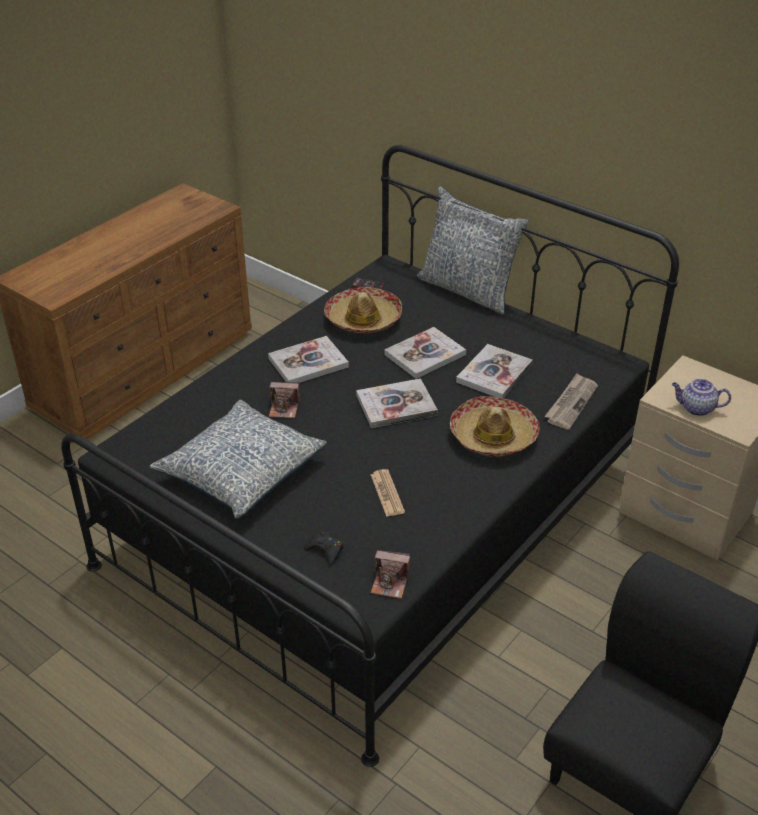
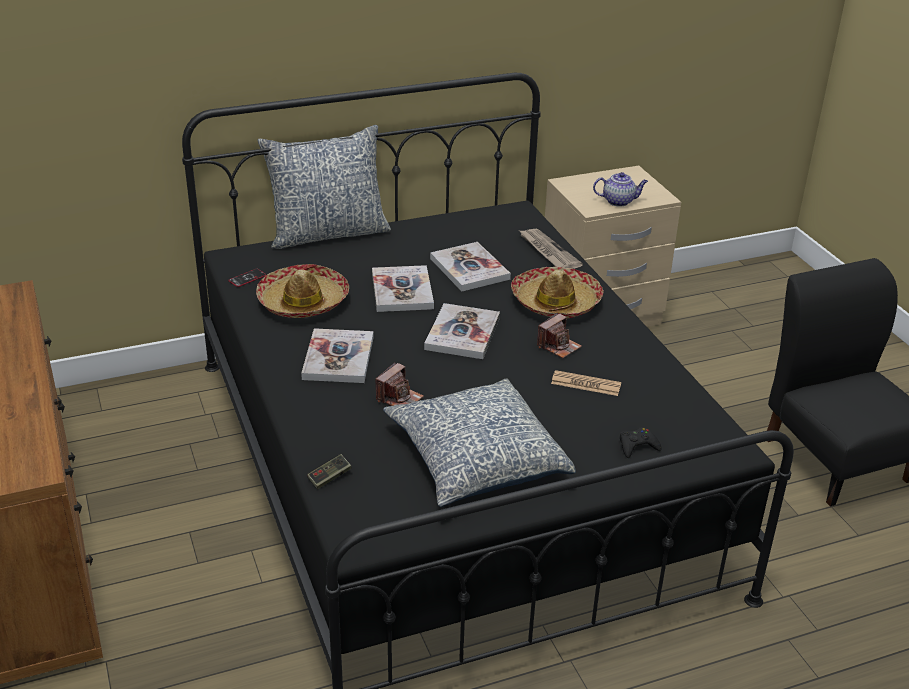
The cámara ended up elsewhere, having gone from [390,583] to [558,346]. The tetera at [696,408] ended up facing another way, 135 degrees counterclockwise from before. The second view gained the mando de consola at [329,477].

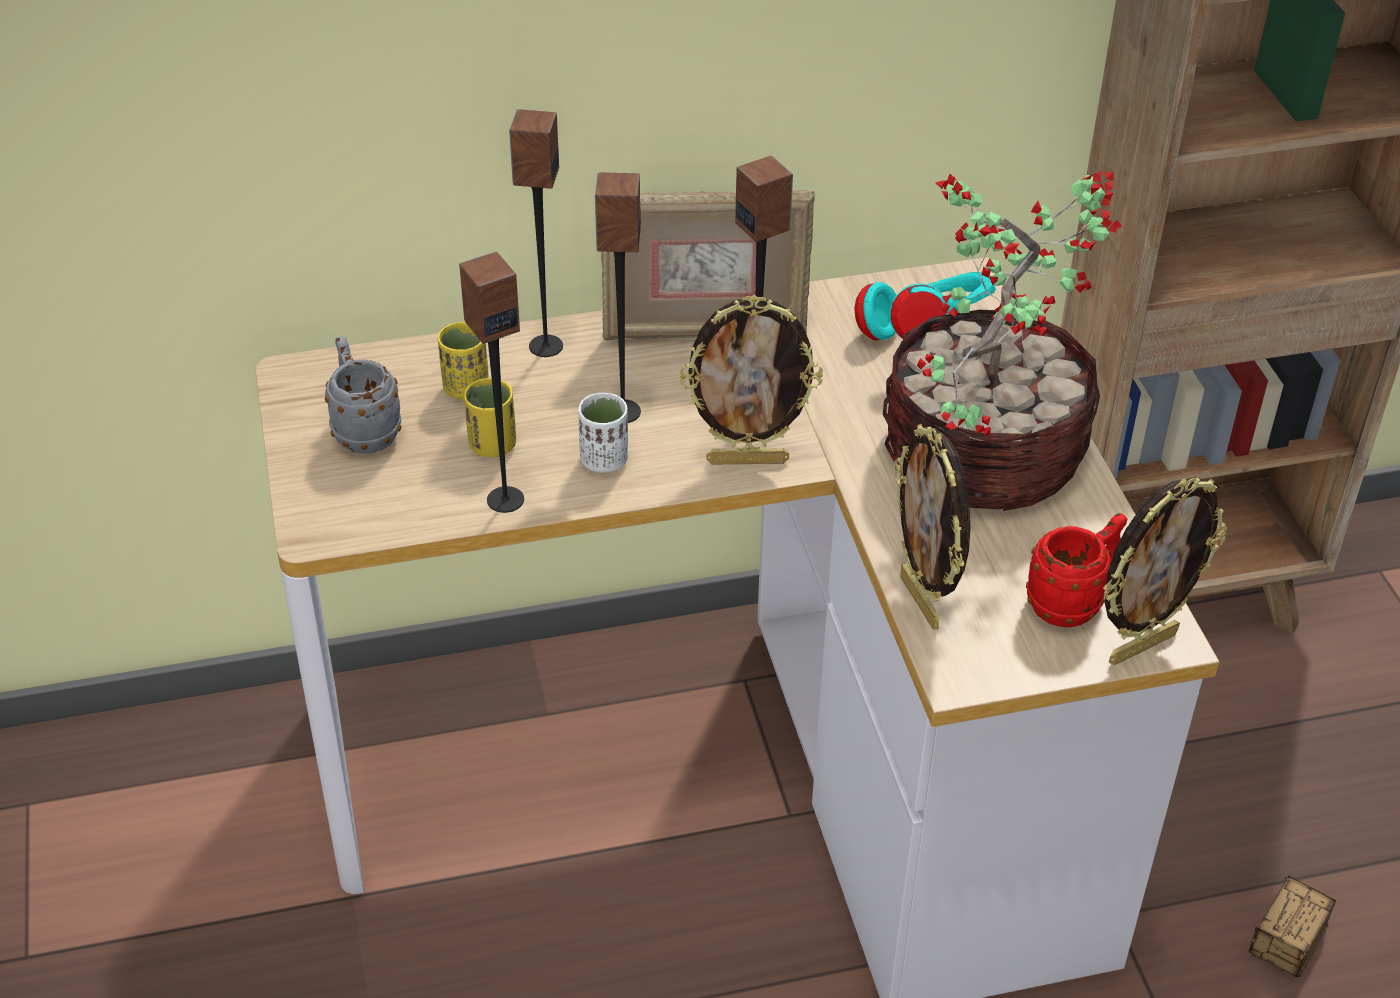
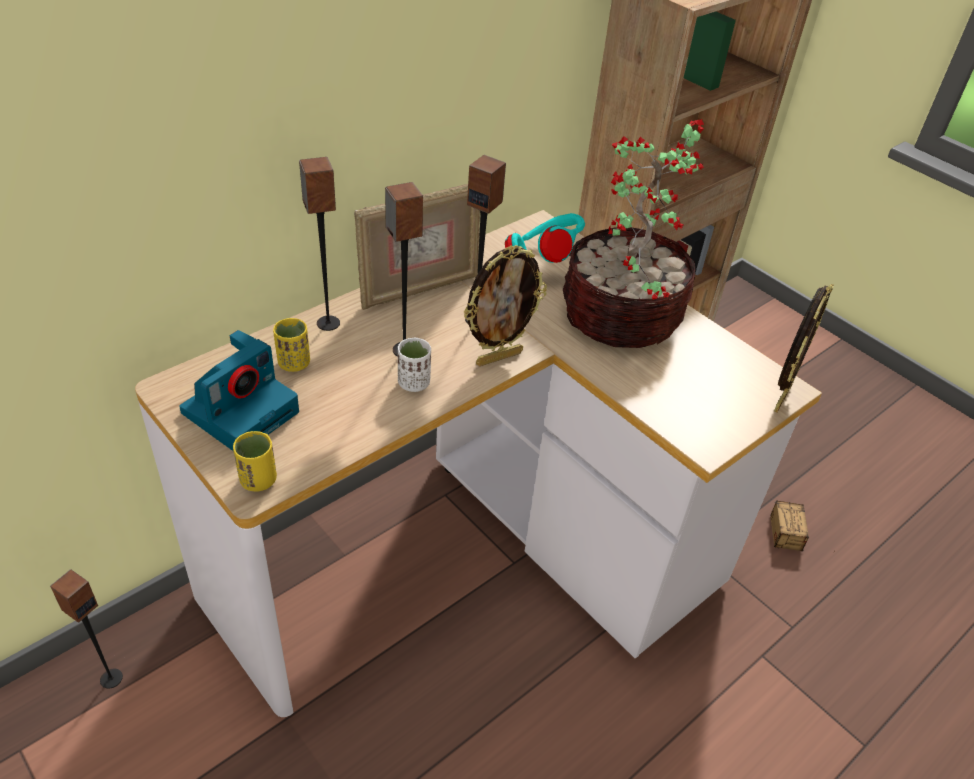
Where the taza grande/gris stood at [363,430], the cámara came to stand at [241,410]. The altavoz ended up elsewhere, having gone from [505,499] to [111,678]. The taza/amarillo ended up elsewhere, having gone from [492,445] to [258,480]. The second view lost the portarretratos at [922,601]. The second view lost the taza grande/rojo at [1072,602].

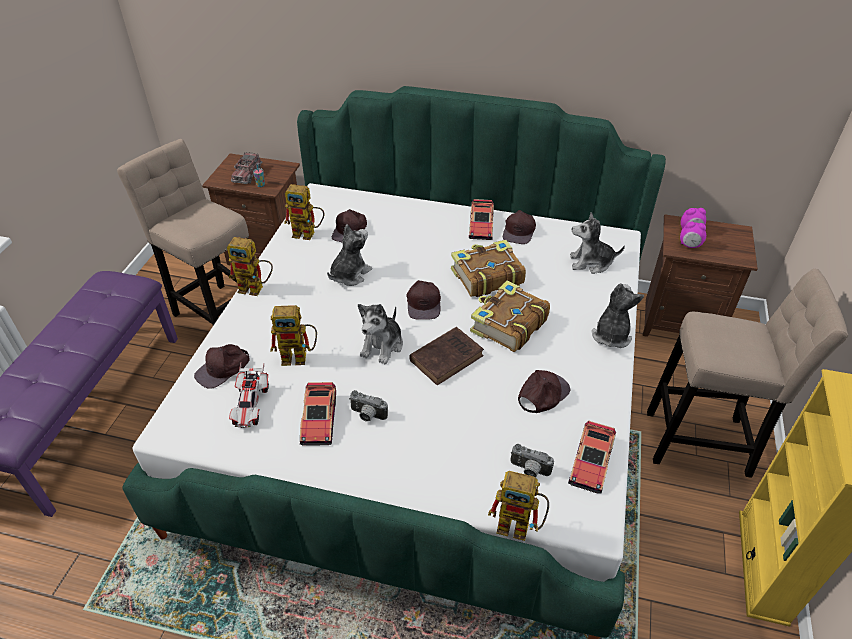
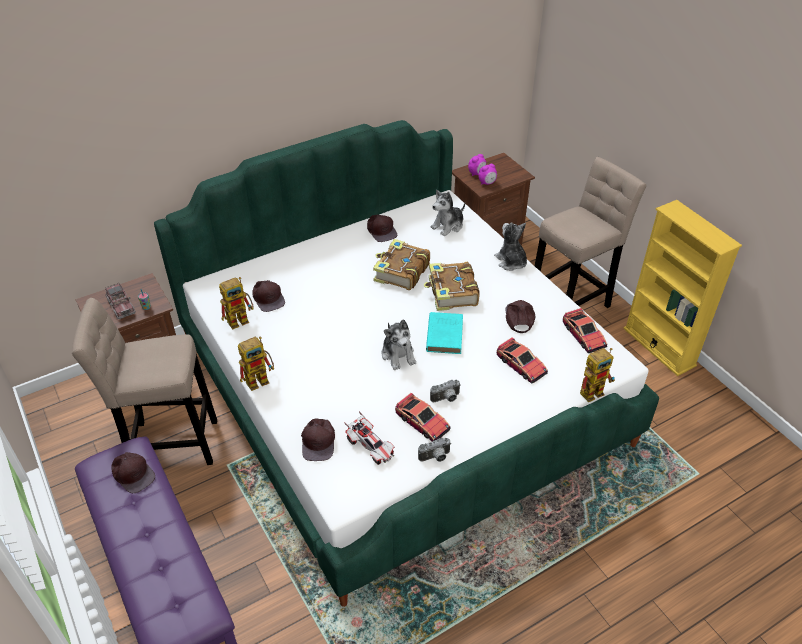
The second view lost the robot de juguete at [300,356]. The second view lost the peluche at [349,274]. The gorra/marrón ended up elsewhere, having gone from [424,303] to [133,473]. What was the libro/marrón at [448,357] turned into the libro/turquesa at [444,334]. The coche de juguete ended up elsewhere, having gone from [481,225] to [521,365]. The cámara ended up elsewhere, having gone from [529,470] to [435,458].

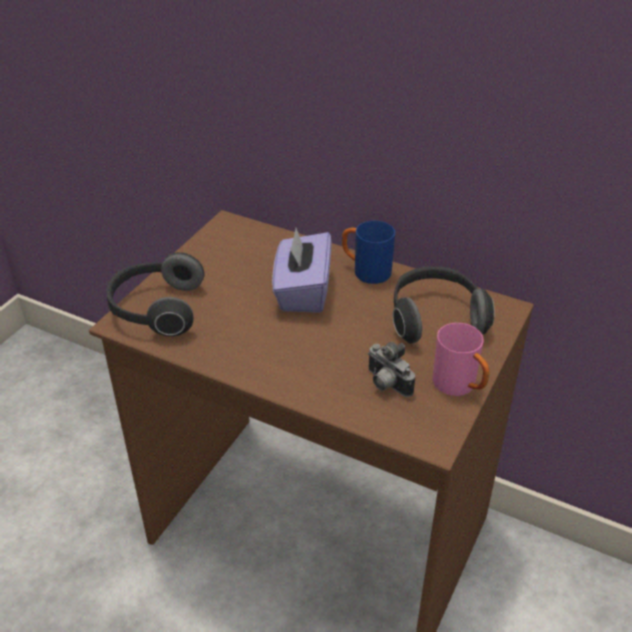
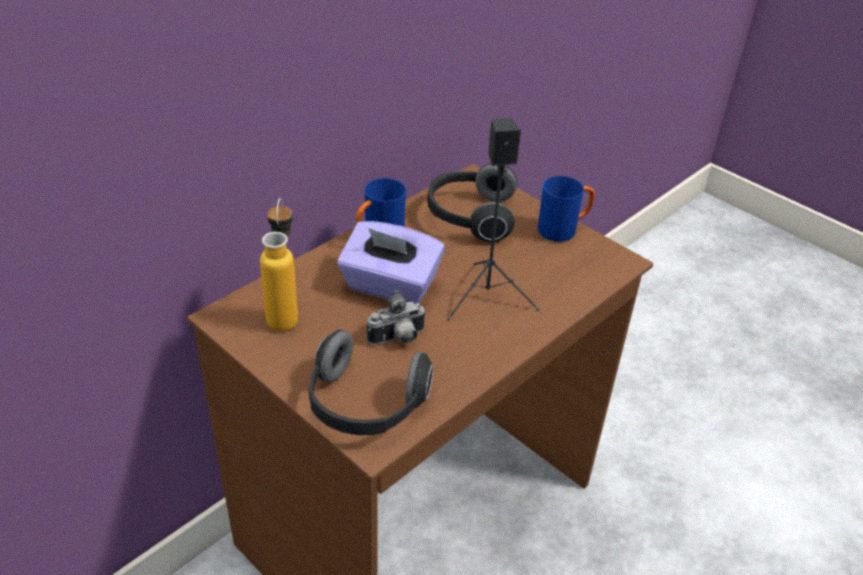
The cámara ended up elsewhere, having gone from [386,384] to [398,339]. What was the taza grande/rosa at [460,387] turned into the taza grande/azul at [563,229]. The second view gained the botella at [284,313]. The second view gained the altavoz/negro at [488,297].

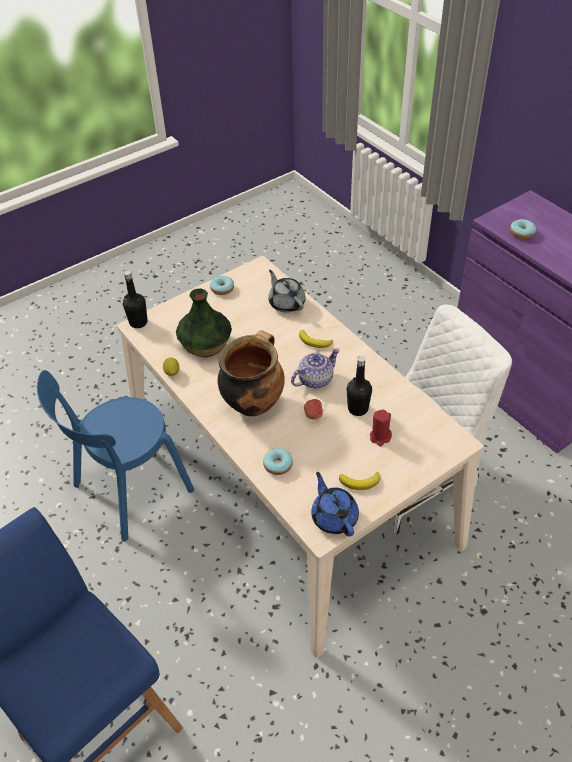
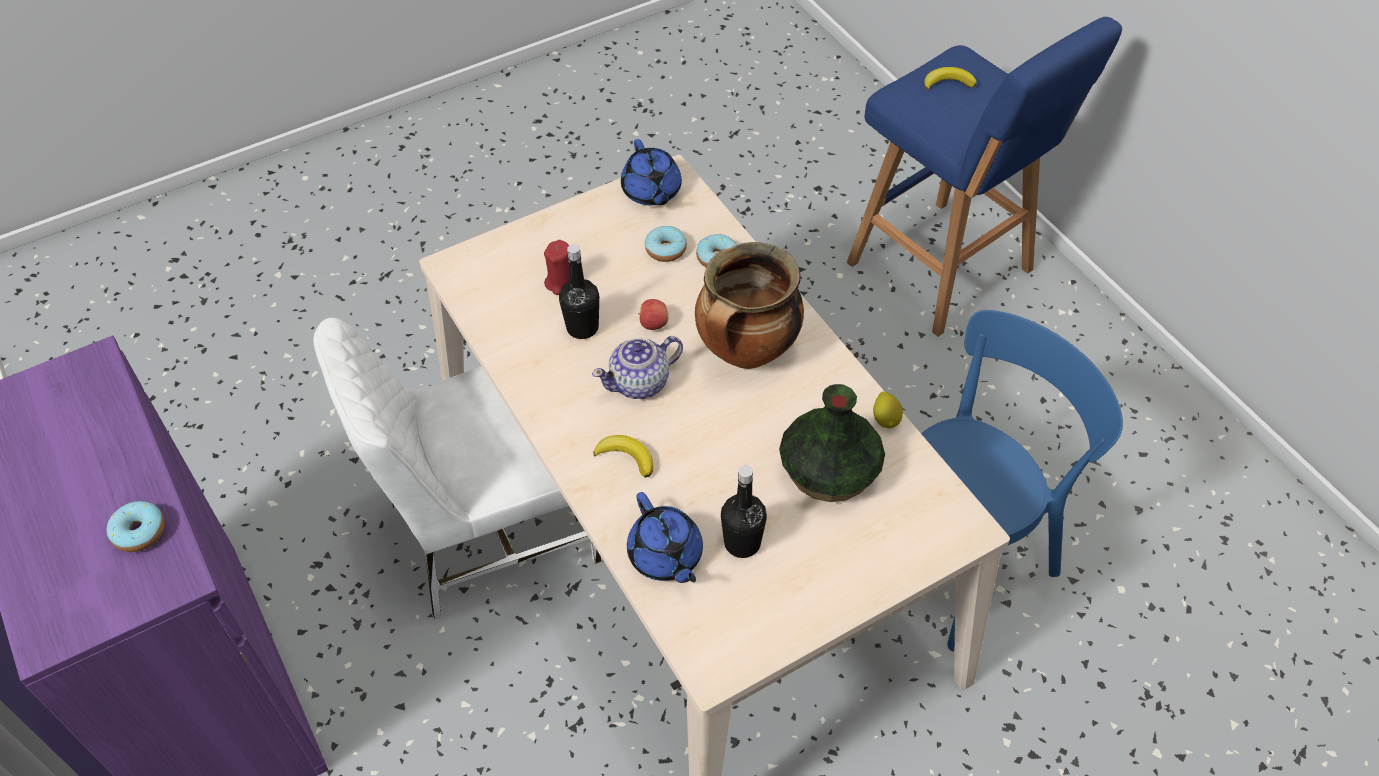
The botella/negro ended up elsewhere, having gone from [138,322] to [742,543]. The rosquilla ended up elsewhere, having gone from [222,289] to [665,249]. What was the tetera/gris at [286,303] turned into the tetera/azul at [665,556]. The plátano ended up elsewhere, having gone from [360,482] to [948,82].

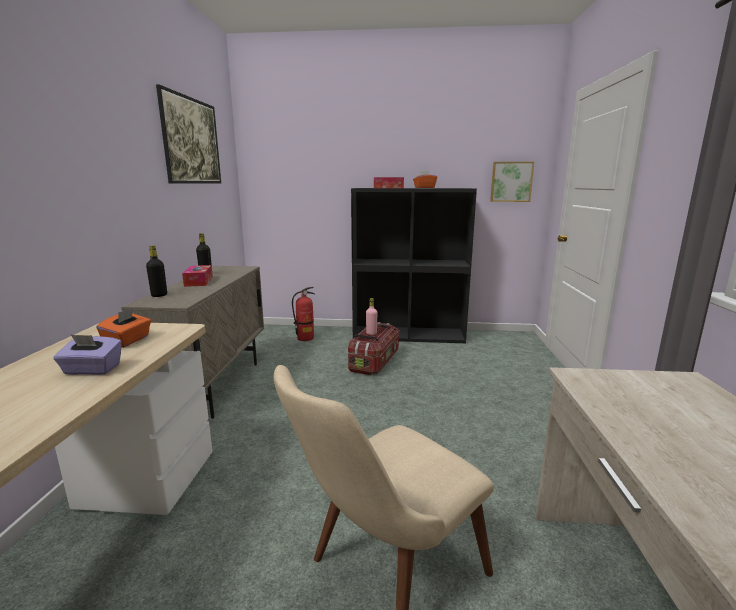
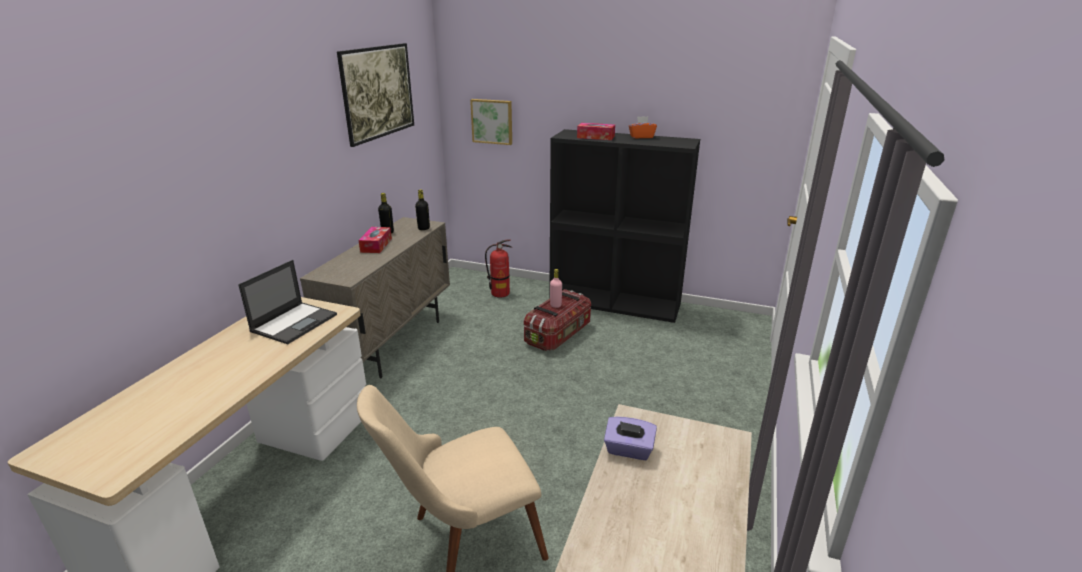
The caja de pañuelos/morado ended up elsewhere, having gone from [92,370] to [628,450]. Where the caja de pañuelos/naranja stood at [128,341], the portátil came to stand at [295,322]. The botella/negro ended up elsewhere, having gone from [159,295] to [423,228]. The cuadro ended up elsewhere, having gone from [511,182] to [492,121].

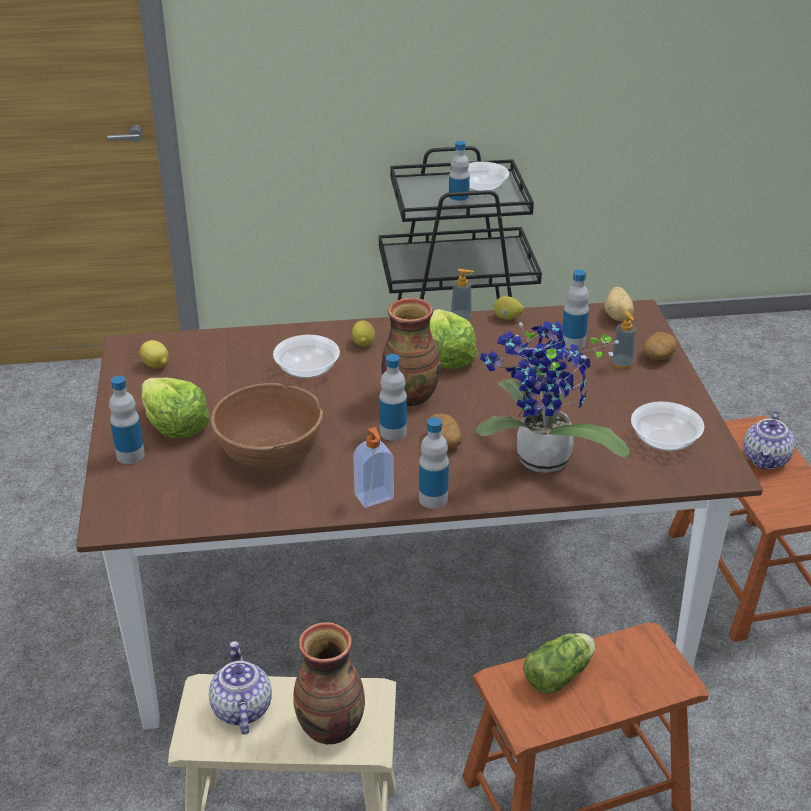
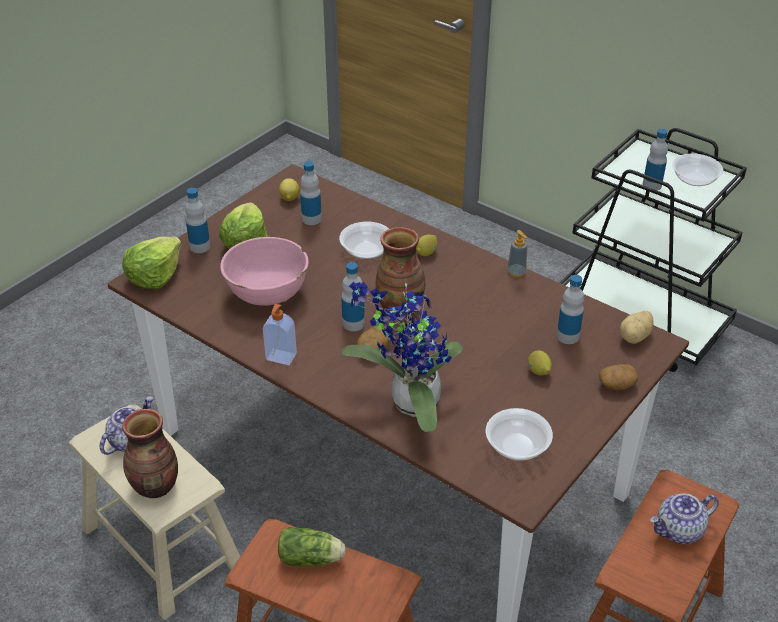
What was the cuenco/marrón at [270,454] turned into the cuenco/rosa at [267,292]. The botella ended up elsewhere, having gone from [433,499] to [311,219]. The lechuga ended up elsewhere, having gone from [446,357] to [154,276]. The limón ended up elsewhere, having gone from [507,318] to [538,371]. The second view lost the dispensador de jabón at [622,364].

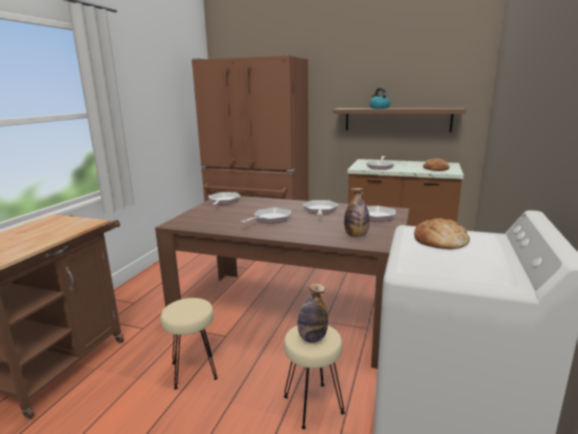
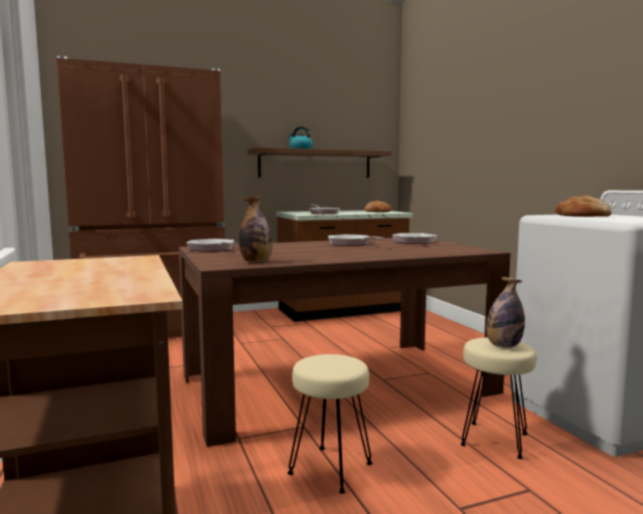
The second view lost the sartén at [270,219]. The botella ended up elsewhere, having gone from [356,236] to [256,262].

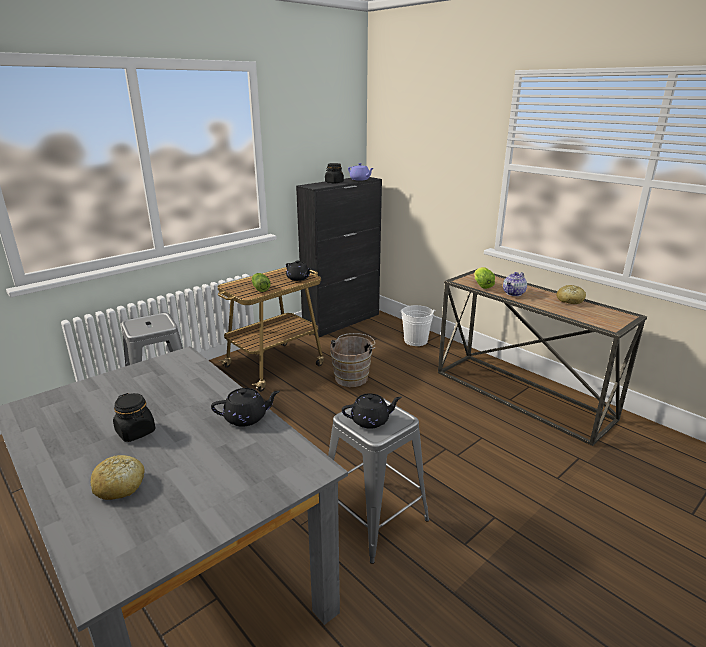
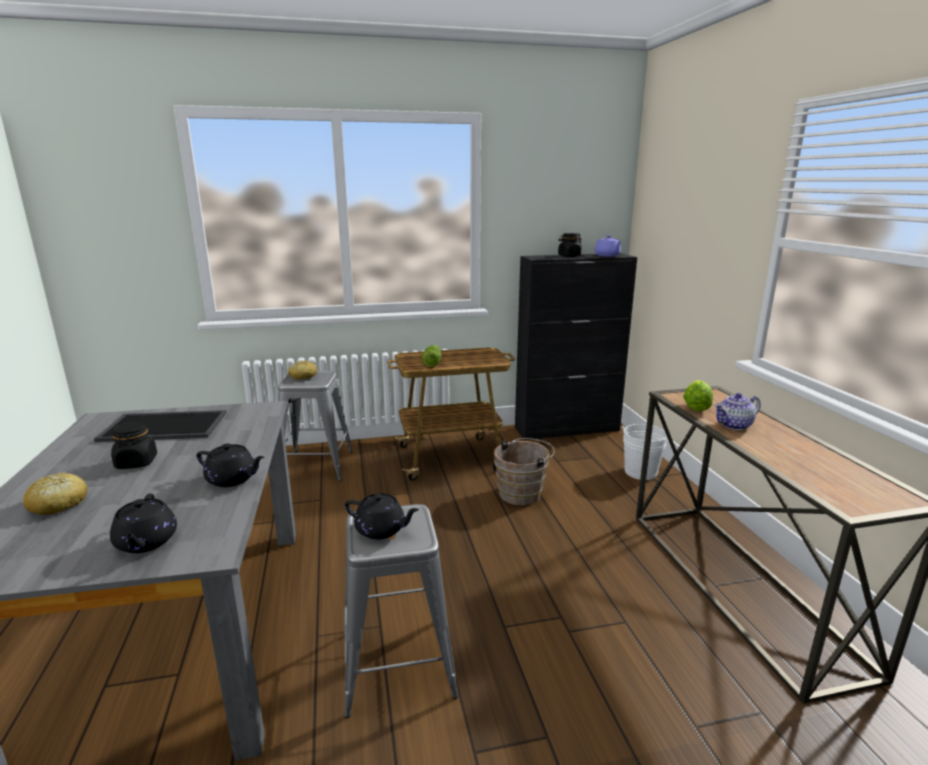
The tetera/negro ended up elsewhere, having gone from [298,278] to [146,542]. The pan ended up elsewhere, having gone from [569,300] to [302,376]. The second view gained the bandeja at [166,426].

